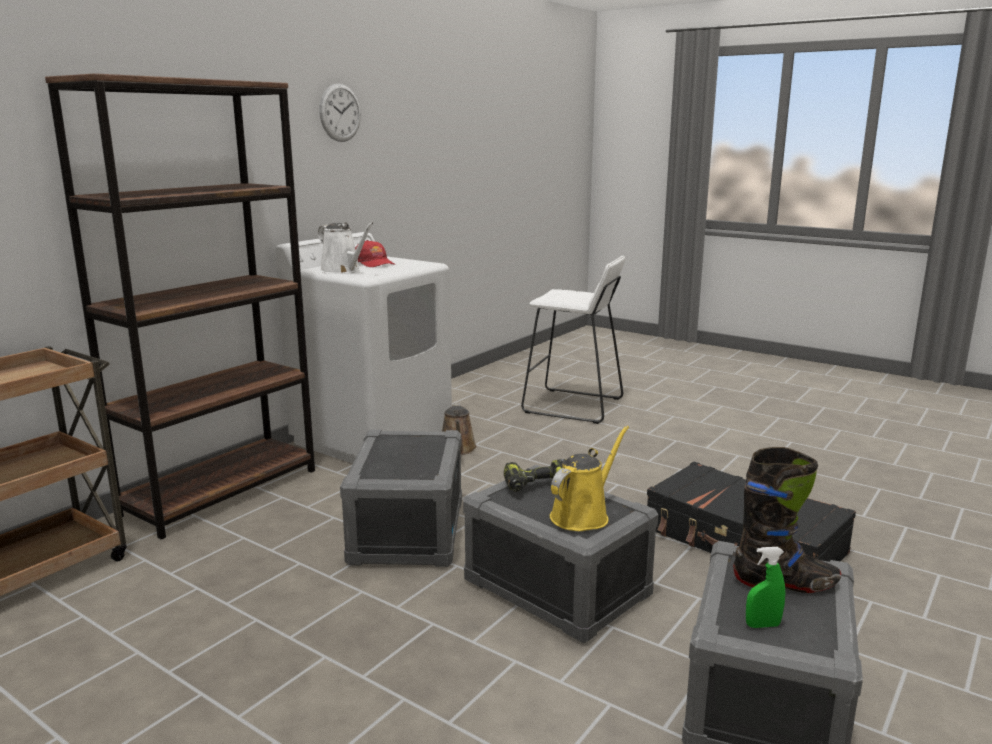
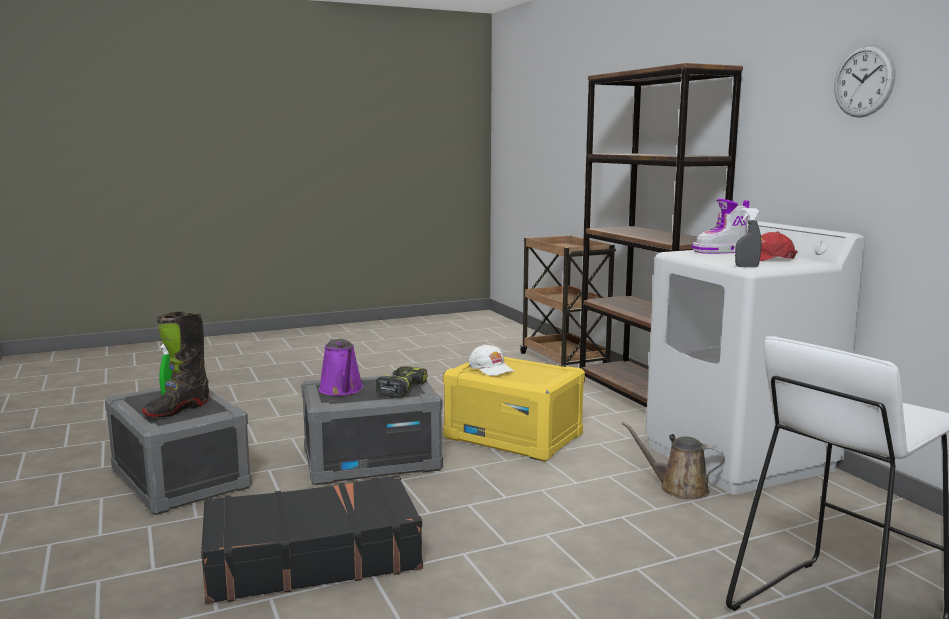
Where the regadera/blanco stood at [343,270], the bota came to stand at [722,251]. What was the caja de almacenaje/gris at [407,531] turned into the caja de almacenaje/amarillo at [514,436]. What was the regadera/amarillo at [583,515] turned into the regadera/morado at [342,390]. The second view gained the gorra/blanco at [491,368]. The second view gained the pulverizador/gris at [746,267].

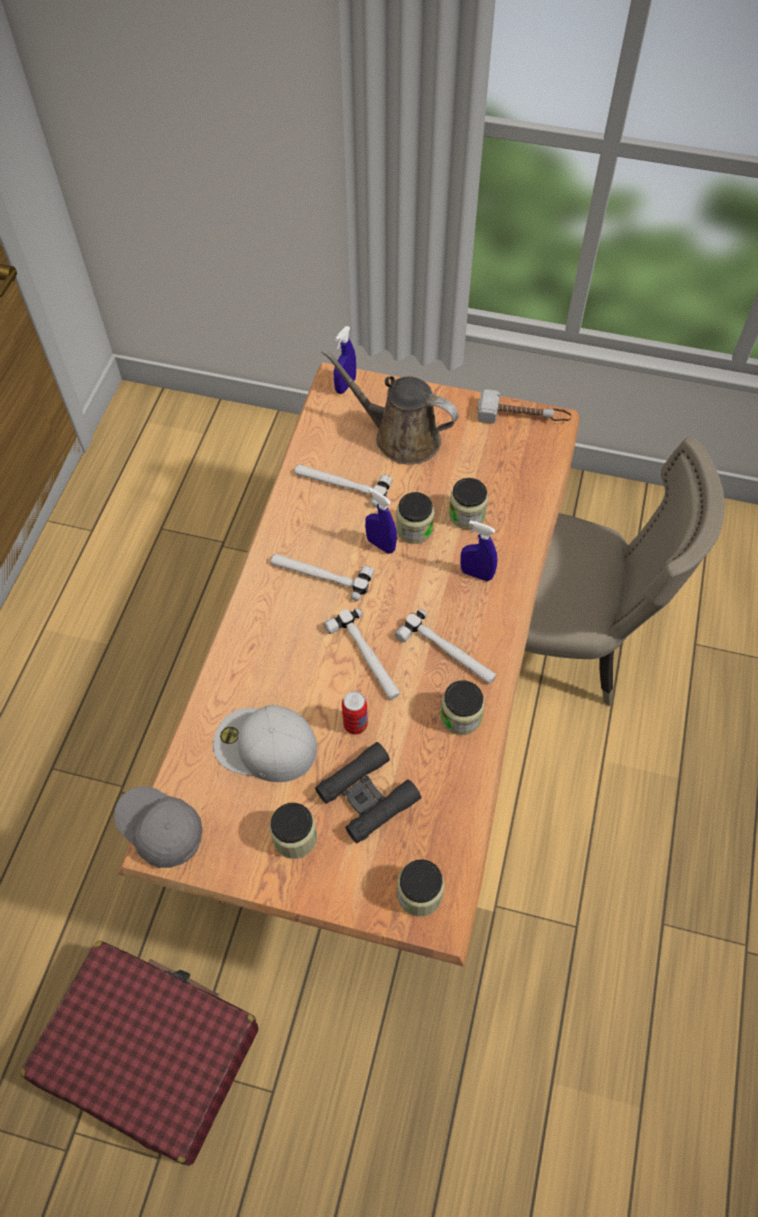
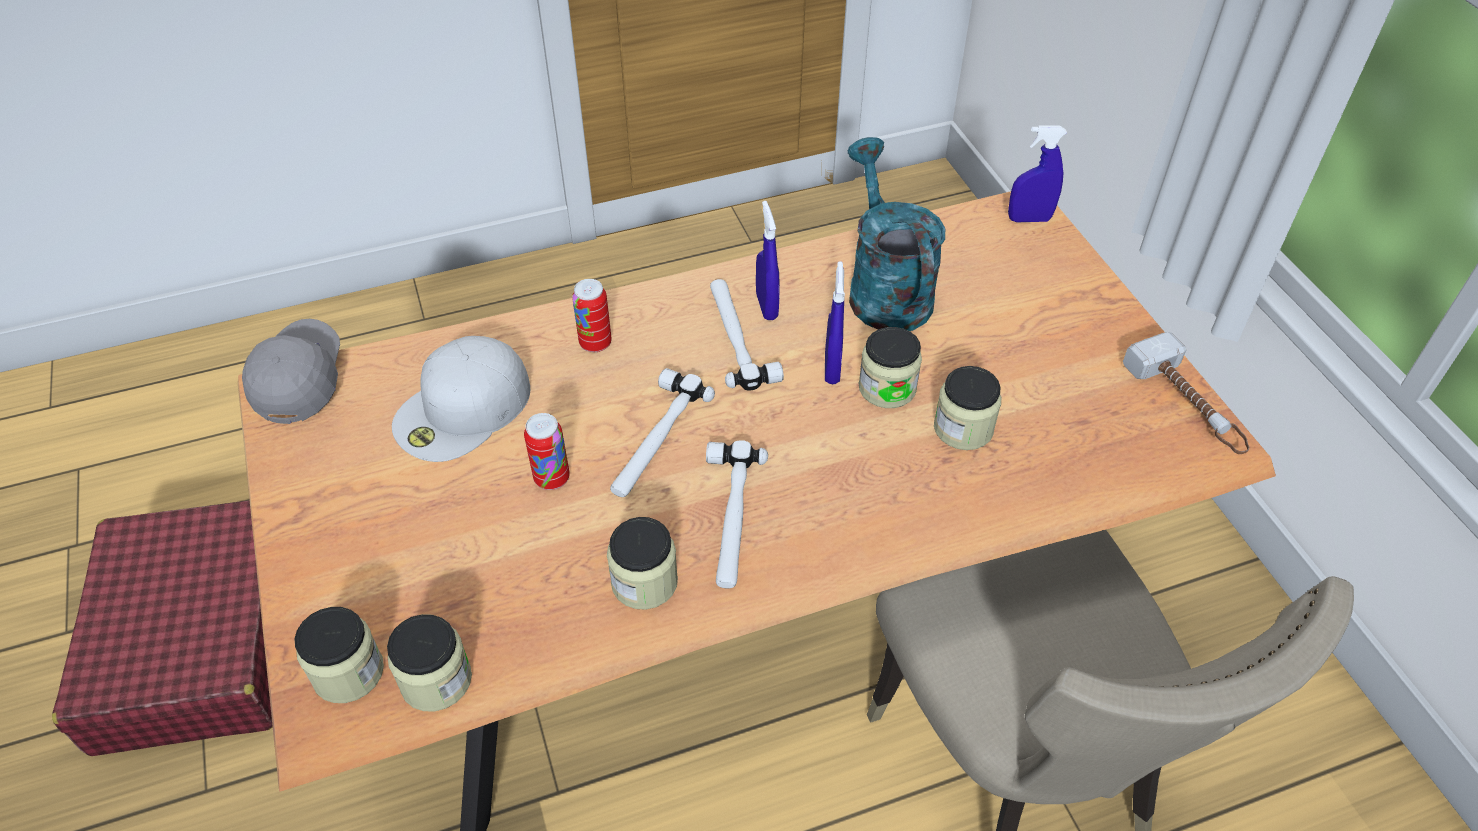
The gorra/blanco at [264,746] ended up facing another way, 120 degrees counterclockwise from before. The tarro ended up elsewhere, having gone from [295,837] to [436,680]. Where the martillo stood at [341,483], the regadera/turquesa came to stand at [884,288]. The second view lost the prismáticos/negro at [367,796]. The second view lost the regadera/marrón at [401,437]. The pulverizador/azul ended up elsewhere, having gone from [476,574] to [766,306]. The second view gained the lata at [595,343].

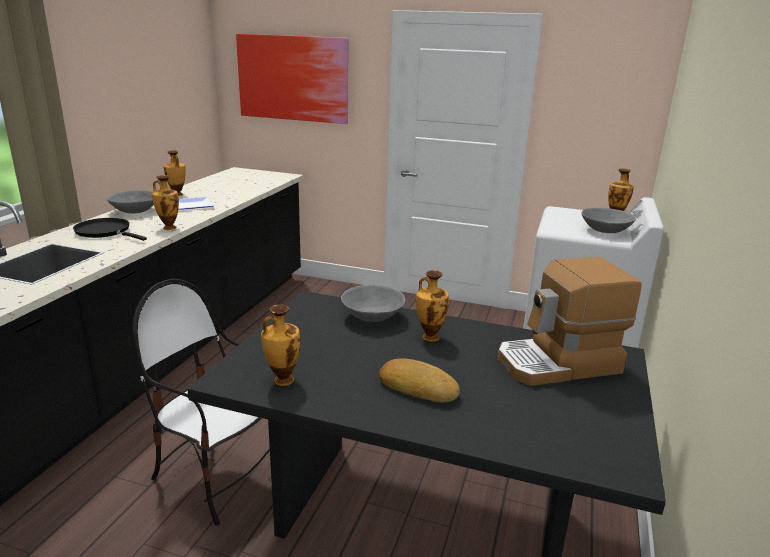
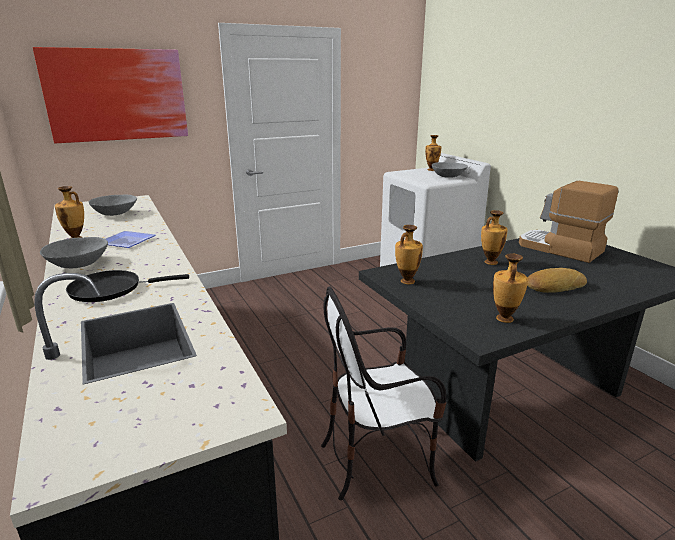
The florero ended up elsewhere, having gone from [169,227] to [406,281]. The cuenco/gris ended up elsewhere, having gone from [372,316] to [115,213]. The cafetera at [558,364] ended up facing another way, 105 degrees clockwise from before.

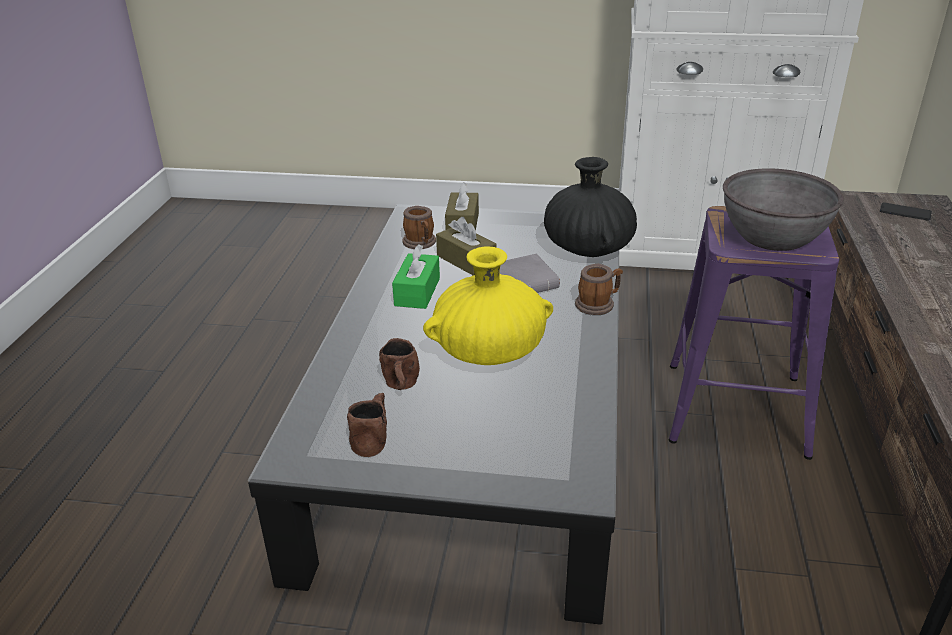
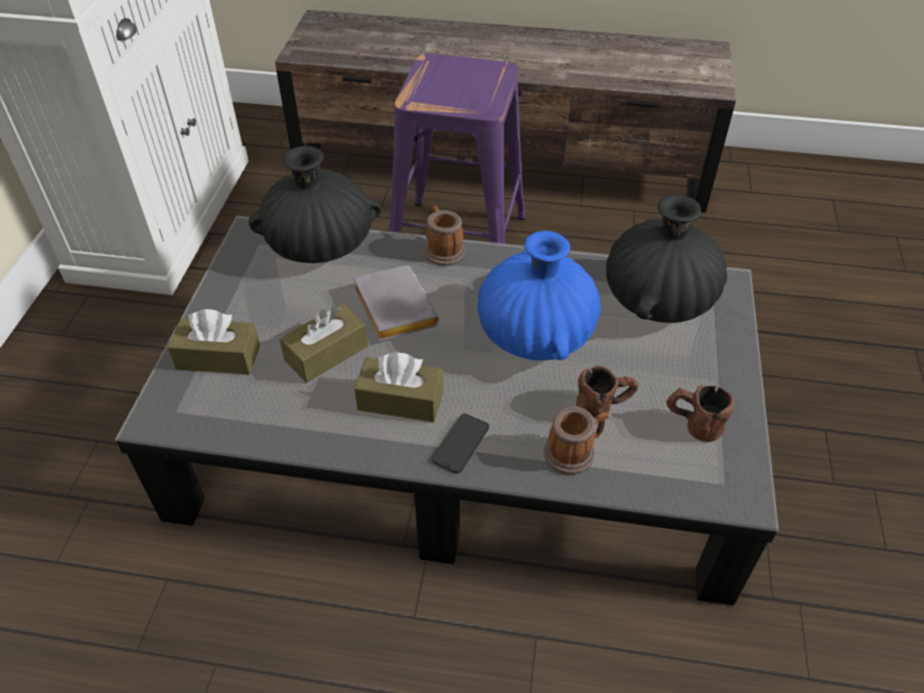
What was the caja de pañuelos/verde at [417,292] turned into the caja de pañuelos/marrón at [400,400]. The taza grande ended up elsewhere, having gone from [421,243] to [574,451]. What was the florero/amarillo at [490,353] turned into the florero/azul at [536,334]. The second view lost the cuenco/gris at [773,237]. The móvil ended up elsewhere, having gone from [905,212] to [461,443]. The second view gained the florero/negro at [657,300].

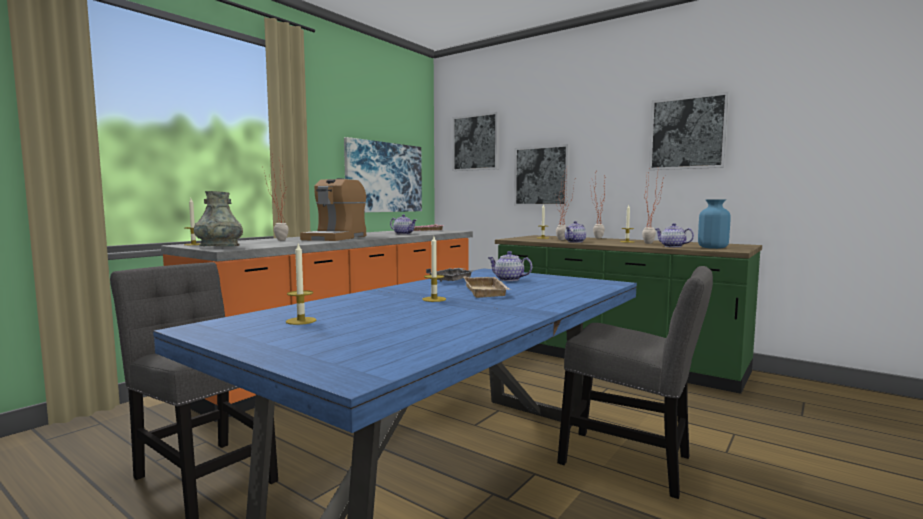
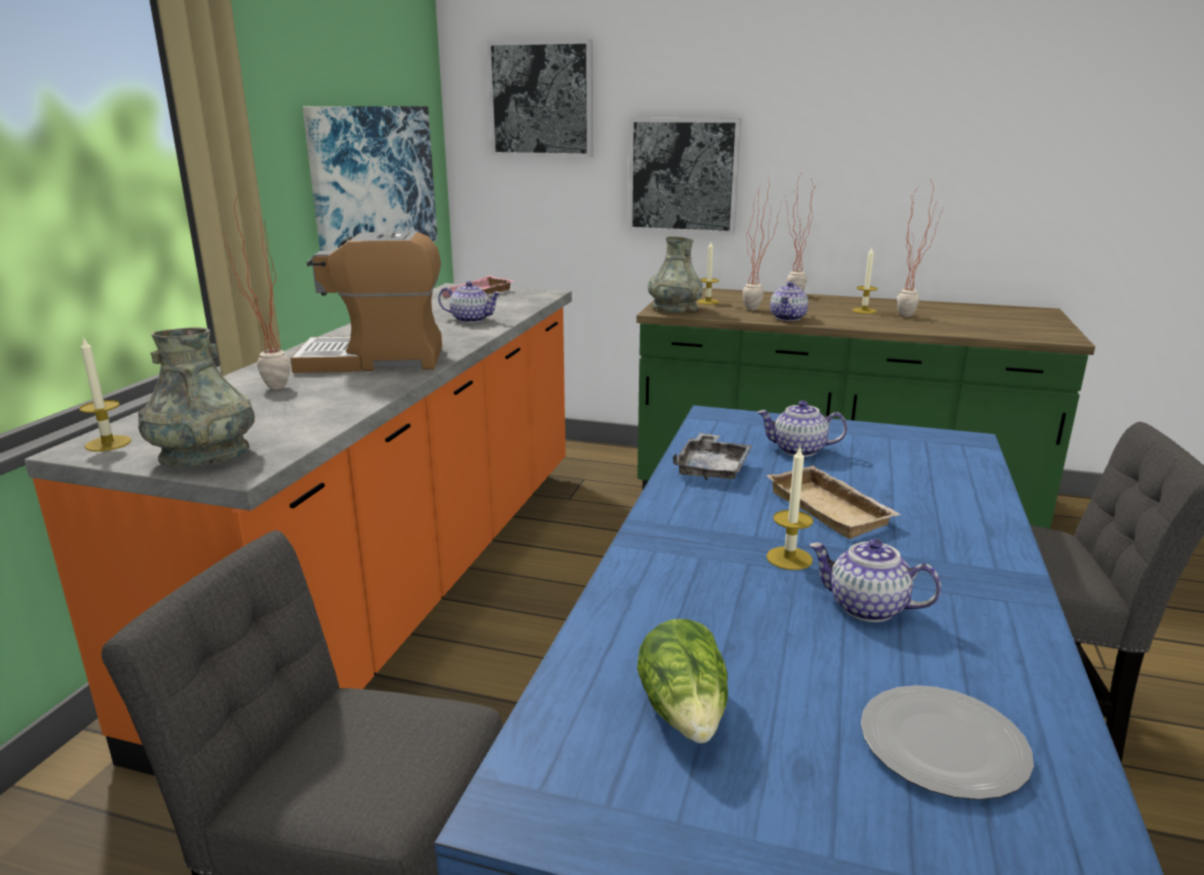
Where the vela stood at [301,321], the lechuga came to stand at [685,713]. The cafetera at [336,238] ended up facing another way, 90 degrees clockwise from before. The second view lost the cuadro at [687,133]. The tetera ended up elsewhere, having gone from [672,246] to [866,608]. The second view lost the florero/azul at [712,248]. The second view gained the florero/gris at [674,309]. The second view gained the plato at [945,745].

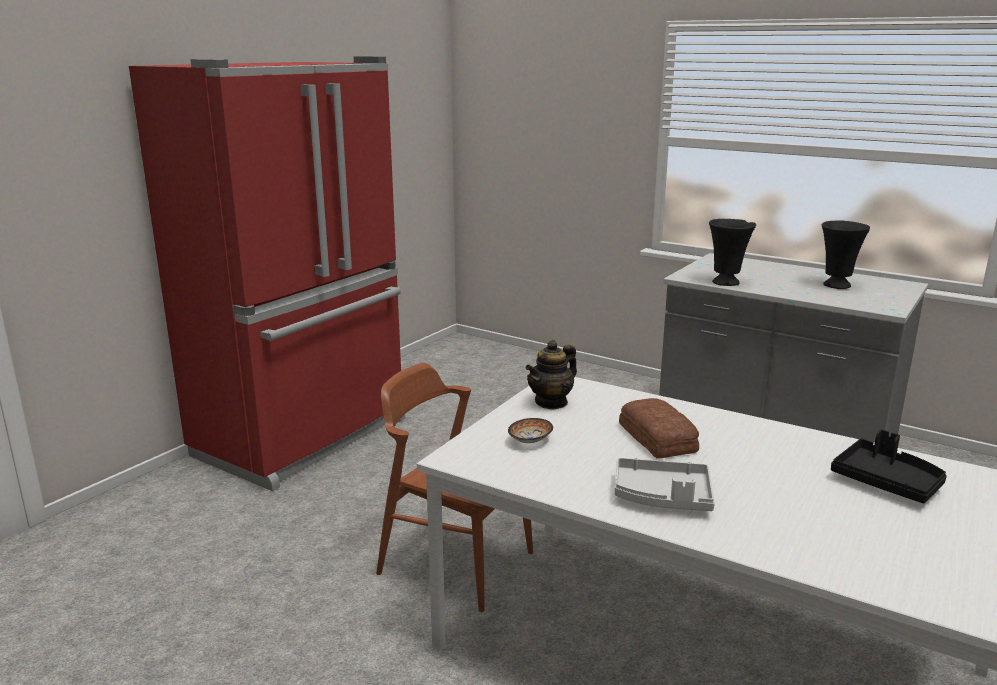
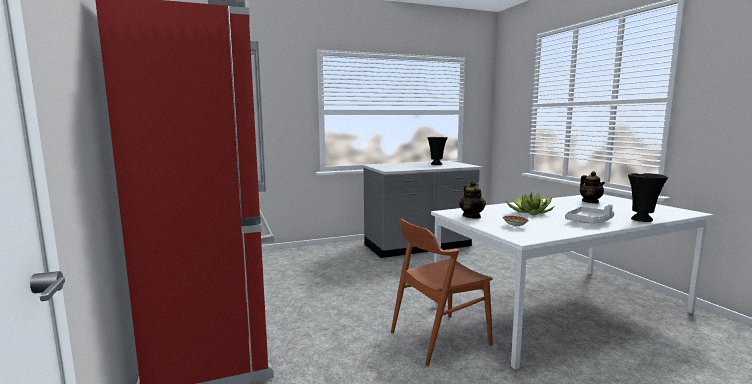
Where the pan stood at [658,437], the planta en maceta came to stand at [529,212]. The florero/negro ended up elsewhere, having gone from [726,283] to [642,220]. Where the bandeja/negro stood at [886,482], the tetera came to stand at [590,202].

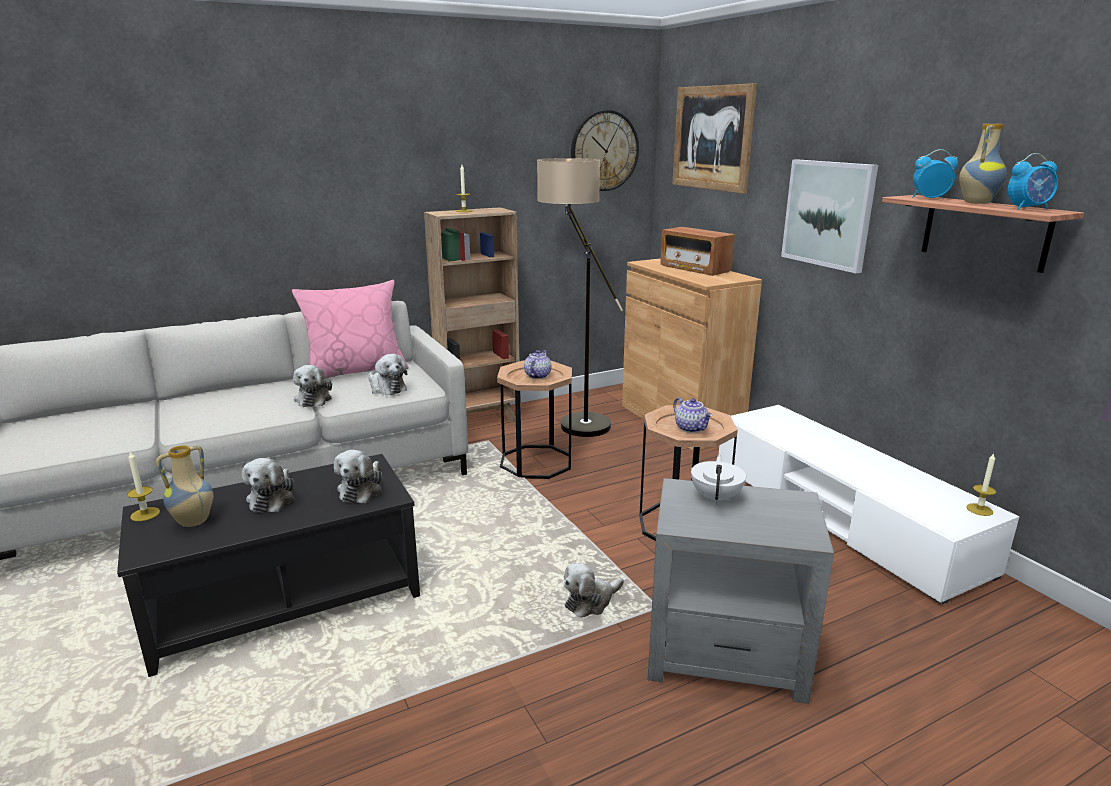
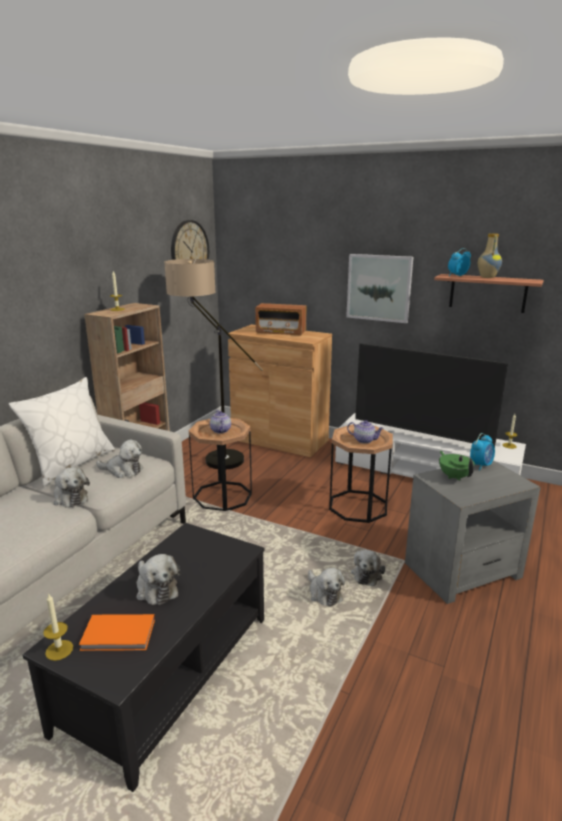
Where the florero stood at [194,522], the libro/naranja came to stand at [119,635]. What was the cojín/rosa at [356,371] turned into the cojín/blanco at [71,463]. The peluche ended up elsewhere, having gone from [362,489] to [324,593]. The second view lost the cuadro at [712,138]. What was the tetera/blanco at [716,497] turned into the tetera/verde at [454,476]. The despertador ended up elsewhere, having gone from [1028,208] to [481,465]. The second view gained the televisor at [420,439].

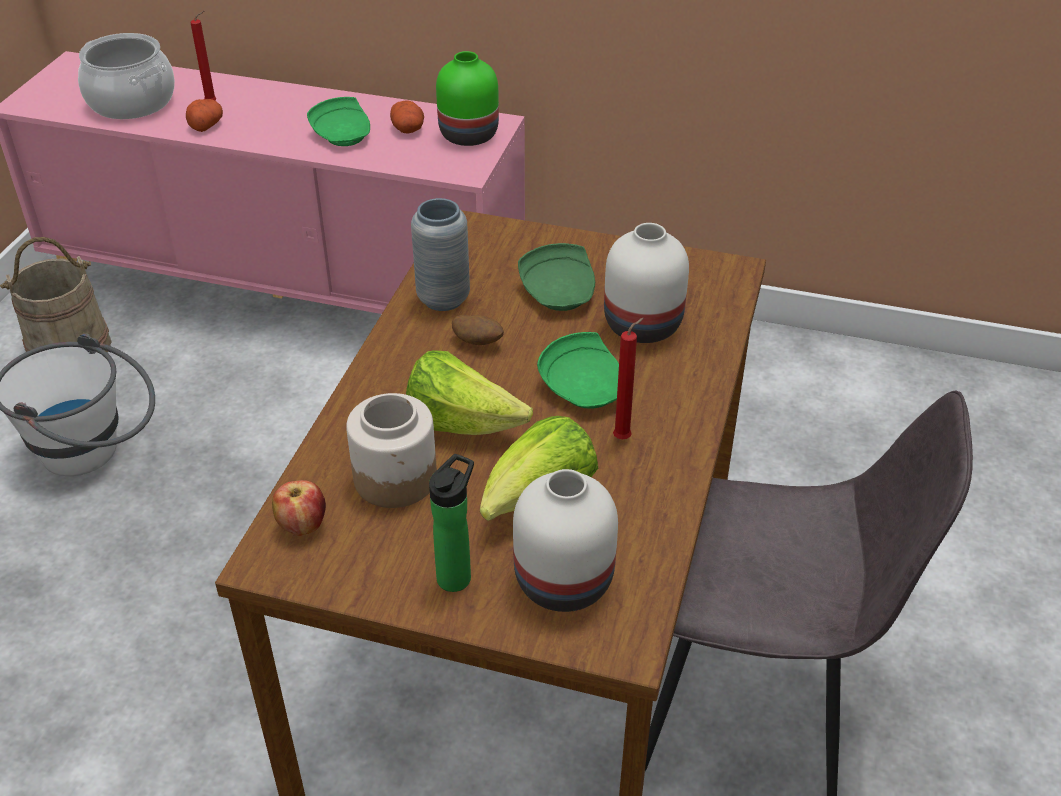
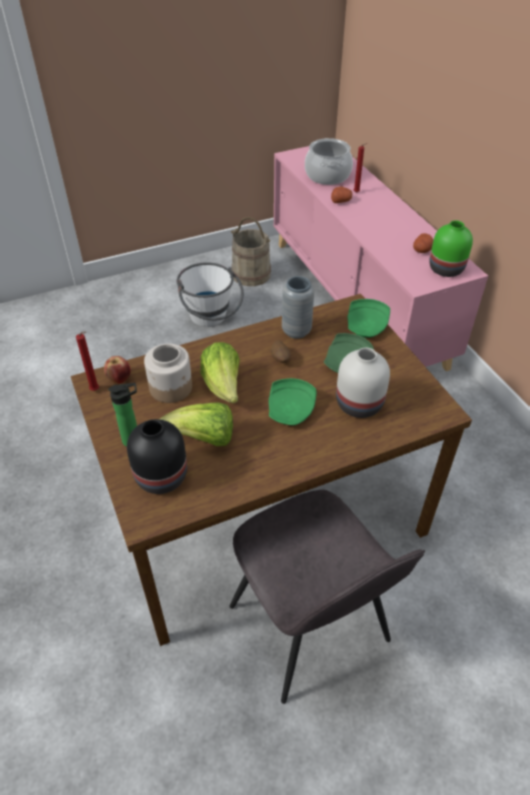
The plato/verde ended up elsewhere, having gone from [343,134] to [367,326]. What was the florero/blanco at [561,581] turned into the florero/negro at [160,475]. The vela/rojo ended up elsewhere, having gone from [624,438] to [96,390].

